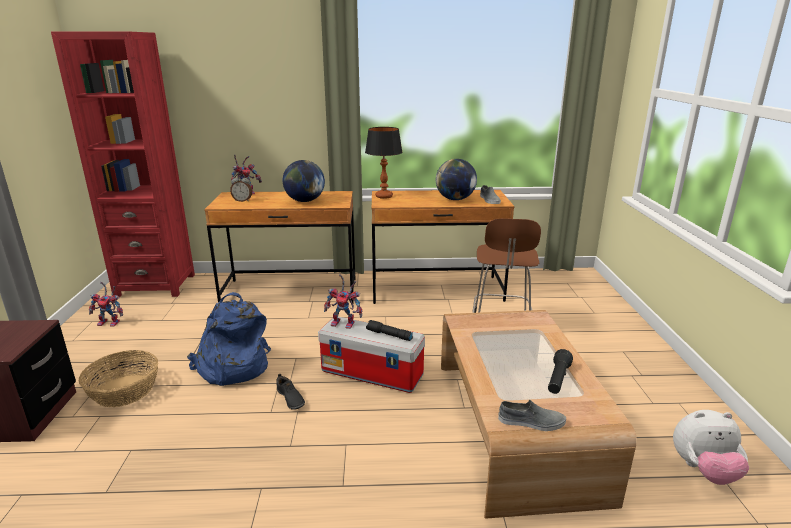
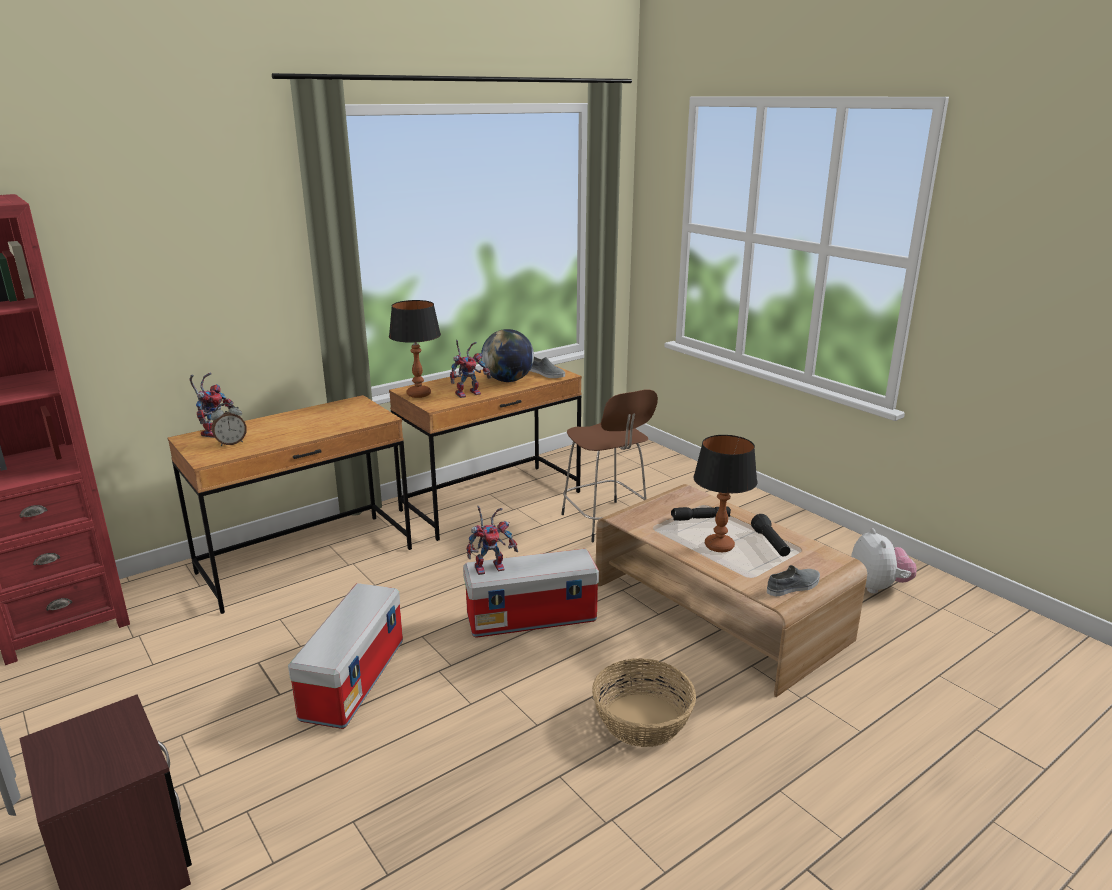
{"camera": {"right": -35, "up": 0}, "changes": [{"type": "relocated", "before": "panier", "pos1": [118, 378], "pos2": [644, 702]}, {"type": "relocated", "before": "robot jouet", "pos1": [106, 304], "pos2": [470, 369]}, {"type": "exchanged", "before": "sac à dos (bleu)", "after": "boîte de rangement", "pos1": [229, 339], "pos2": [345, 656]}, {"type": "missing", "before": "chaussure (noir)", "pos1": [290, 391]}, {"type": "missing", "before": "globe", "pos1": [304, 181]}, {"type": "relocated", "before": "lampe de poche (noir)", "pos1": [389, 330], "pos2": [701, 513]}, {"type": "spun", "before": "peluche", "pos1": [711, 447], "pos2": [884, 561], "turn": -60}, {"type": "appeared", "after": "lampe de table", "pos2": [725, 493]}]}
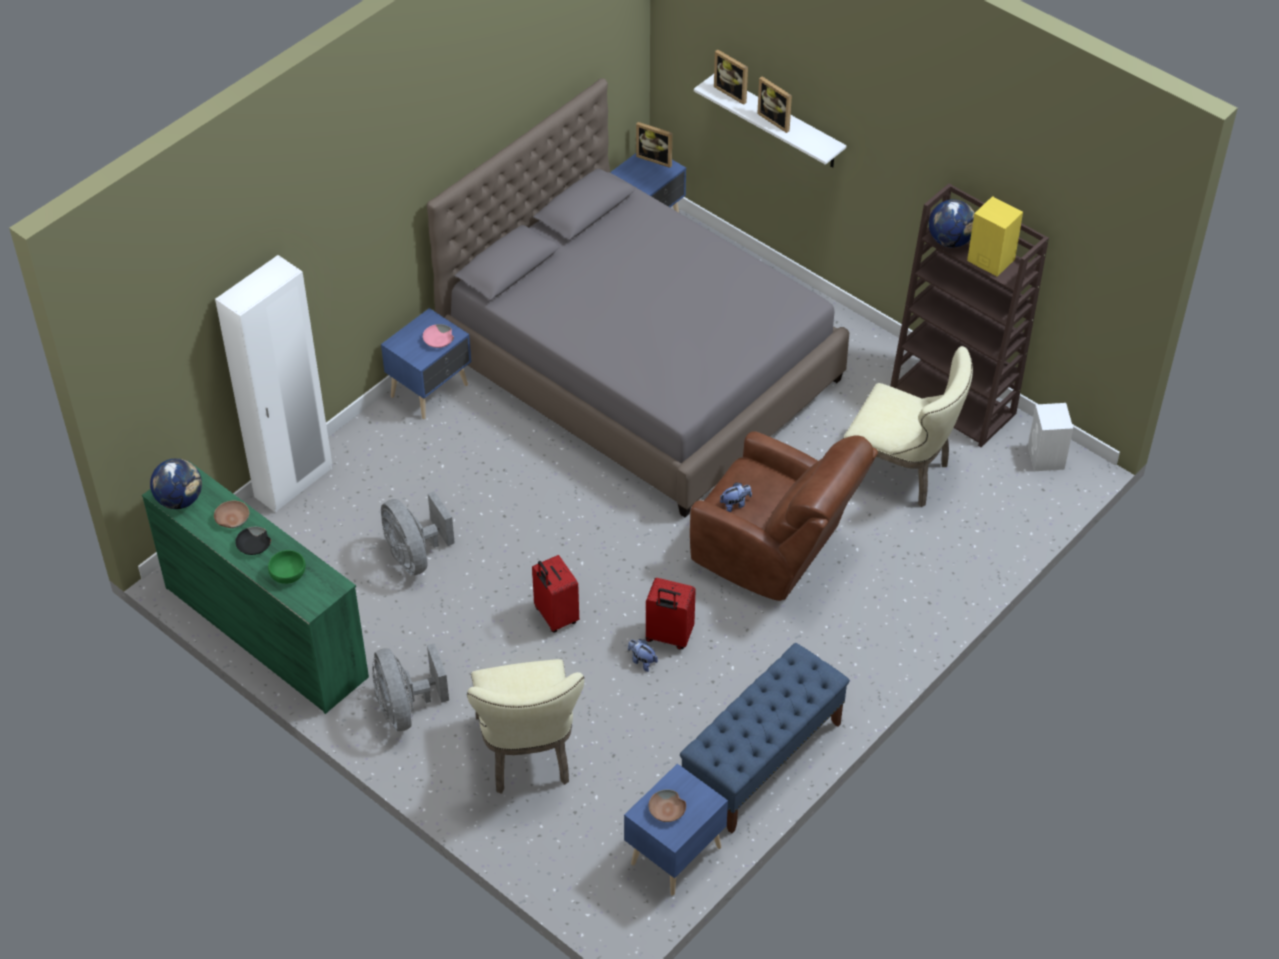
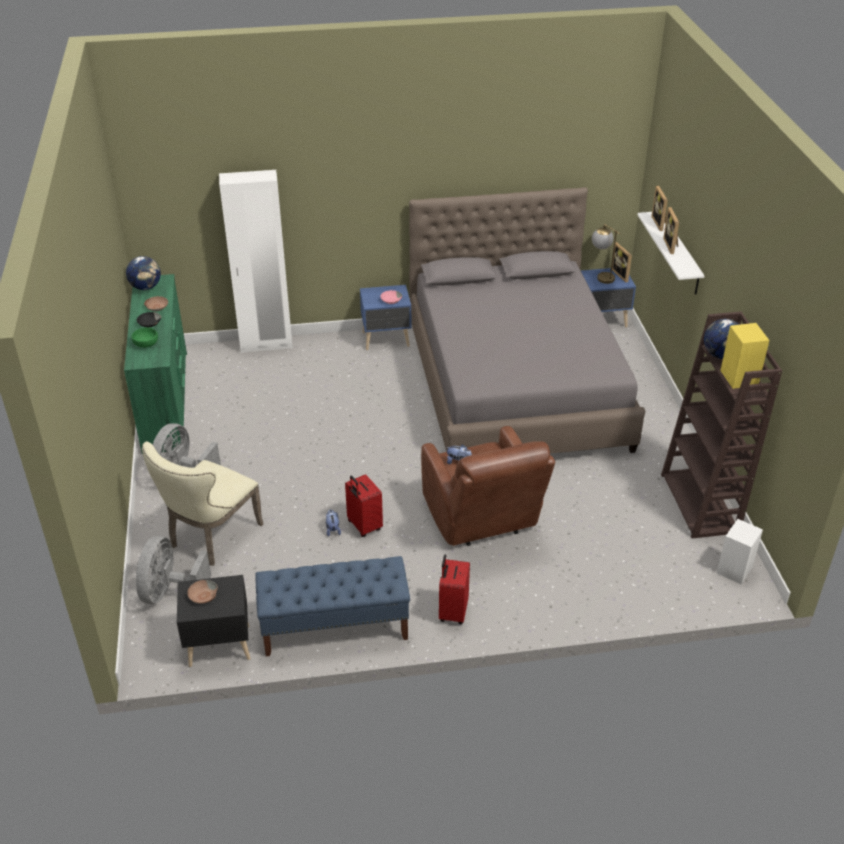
{"camera": {"right": 40, "up": -10}, "changes": [{"type": "relocated", "before": "ventilateur (gris)", "pos1": [418, 533], "pos2": [173, 570]}, {"type": "relocated", "before": "valise (rouge)", "pos1": [555, 594], "pos2": [454, 589]}, {"type": "colour", "before": "table de chevet (bleu)", "after": "table de chevet (noir)", "pos1": [676, 830], "pos2": [214, 621]}, {"type": "missing", "before": "chaise (beige)", "pos1": [908, 426]}, {"type": "appeared", "after": "lampe de table", "pos2": [606, 254]}]}
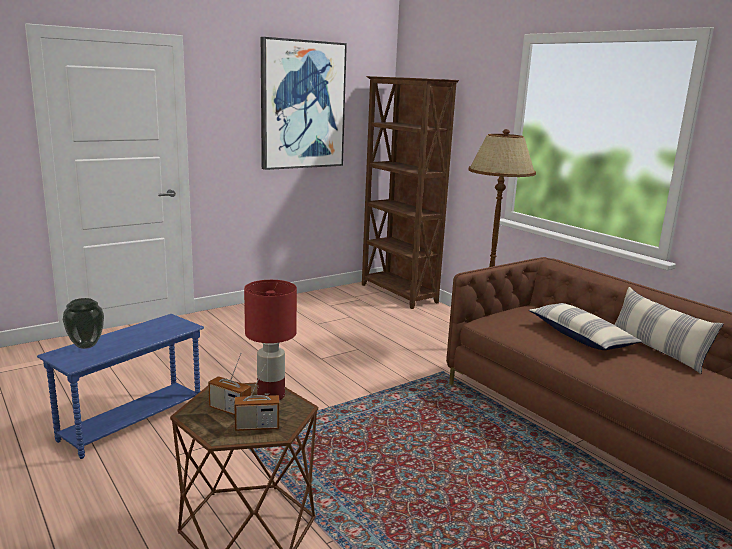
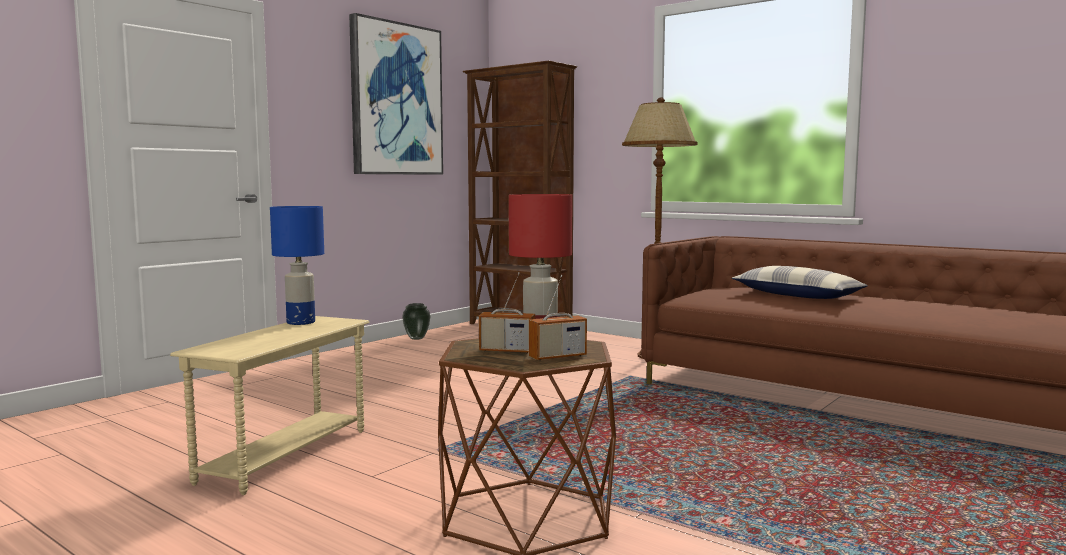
{"camera": {"right": -15, "up": -10}, "changes": [{"type": "colour", "before": "table d'appoint (bleu)", "after": "table d'appoint (beige)", "pos1": [120, 386], "pos2": [270, 405]}, {"type": "relocated", "before": "vase", "pos1": [83, 323], "pos2": [416, 321]}, {"type": "missing", "before": "coussin", "pos1": [669, 330]}, {"type": "appeared", "after": "lampe de table (bleu)", "pos2": [297, 265]}]}
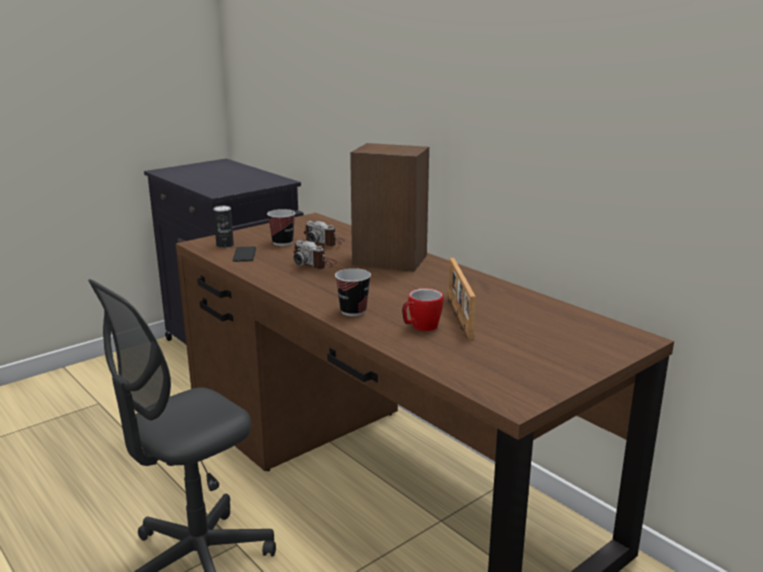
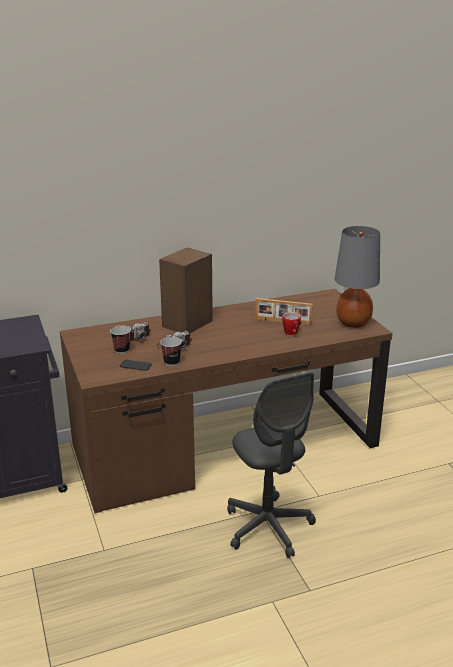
{"camera": {"right": -70, "up": 5}, "changes": [{"type": "missing", "before": "boîte métallique", "pos1": [223, 227]}, {"type": "relocated", "before": "tasse", "pos1": [353, 292], "pos2": [171, 351]}, {"type": "appeared", "after": "lampe de table (gris)", "pos2": [357, 277]}]}
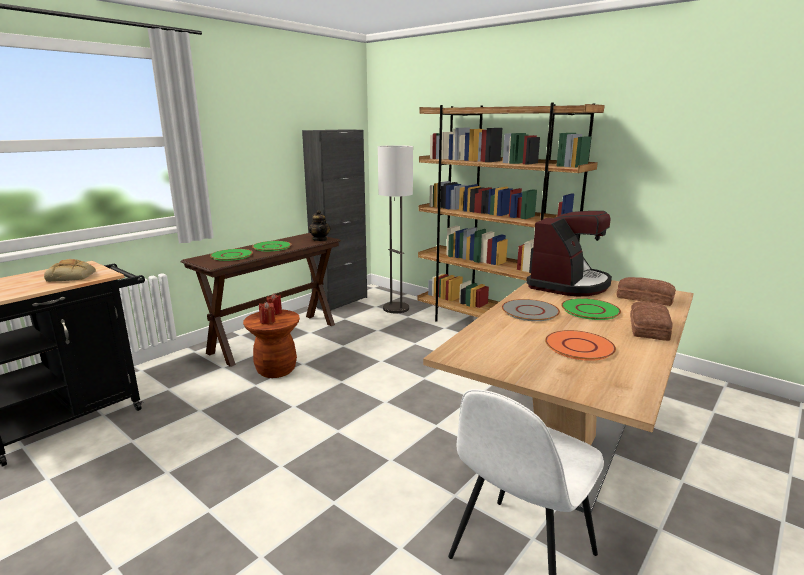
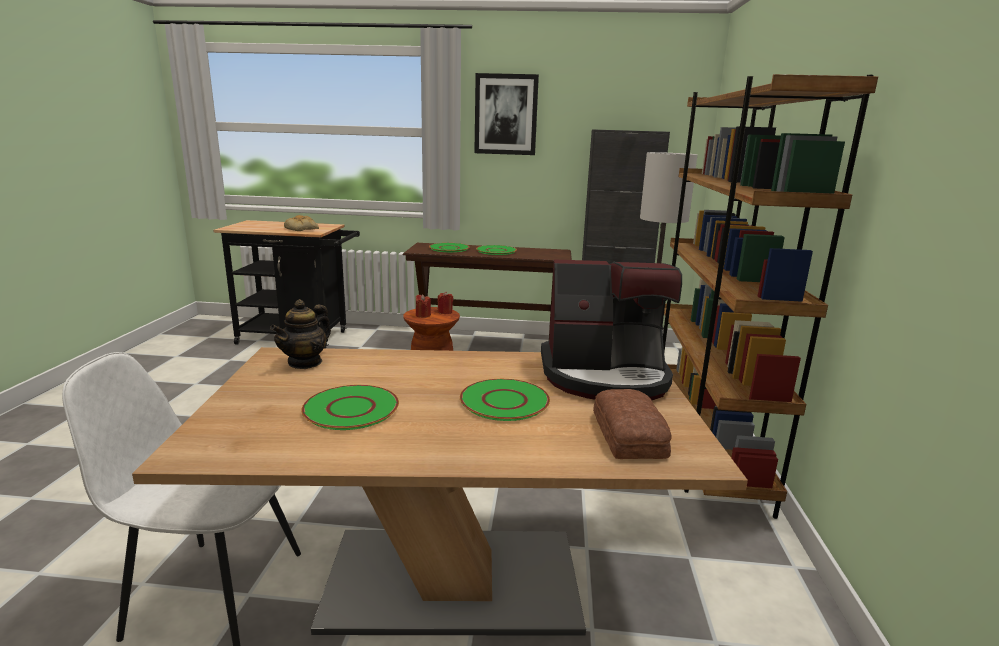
{"camera": {"right": 55, "up": 0}, "changes": [{"type": "relocated", "before": "théière", "pos1": [319, 225], "pos2": [300, 334]}, {"type": "missing", "before": "assiette (gris)", "pos1": [531, 310]}, {"type": "colour", "before": "assiette (orange)", "after": "assiette (vert)", "pos1": [580, 345], "pos2": [350, 407]}, {"type": "missing", "before": "pain", "pos1": [651, 321]}, {"type": "appeared", "after": "tableau", "pos2": [506, 114]}]}
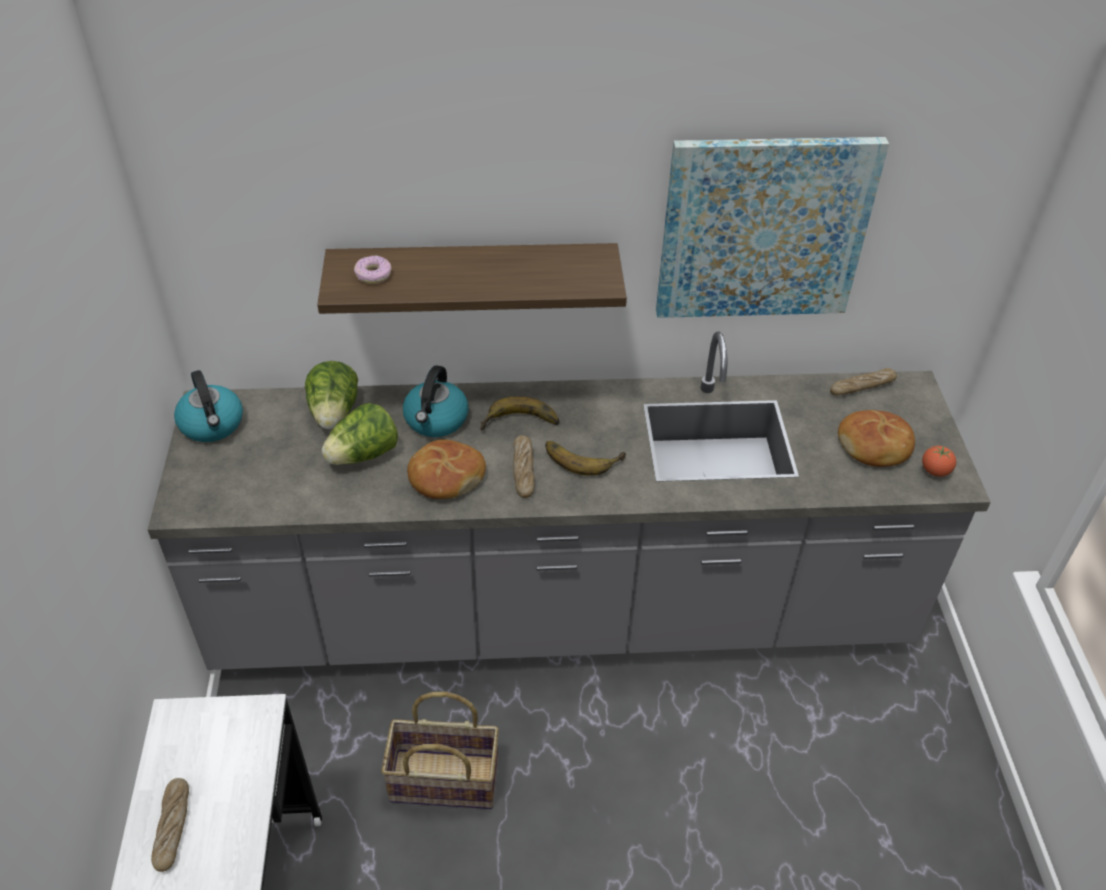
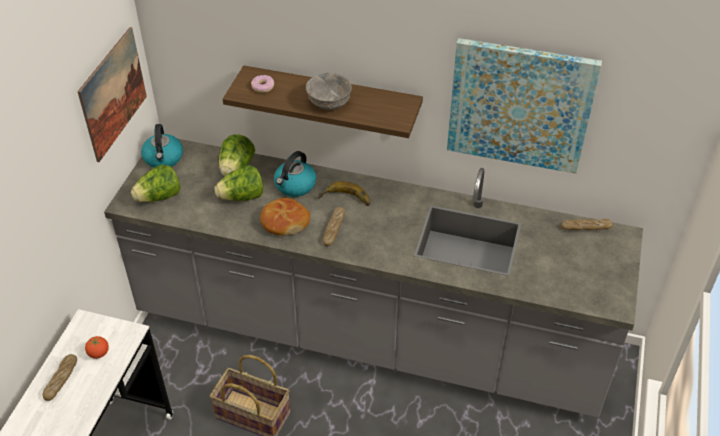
{"camera": {"right": 20, "up": 0}, "changes": [{"type": "missing", "before": "banane", "pos1": [585, 458]}, {"type": "missing", "before": "pain", "pos1": [876, 438]}, {"type": "relocated", "before": "tomate", "pos1": [939, 461], "pos2": [97, 347]}, {"type": "appeared", "after": "tableau", "pos2": [112, 94]}, {"type": "appeared", "after": "laitue", "pos2": [156, 183]}, {"type": "appeared", "after": "bol (gris)", "pos2": [329, 91]}]}
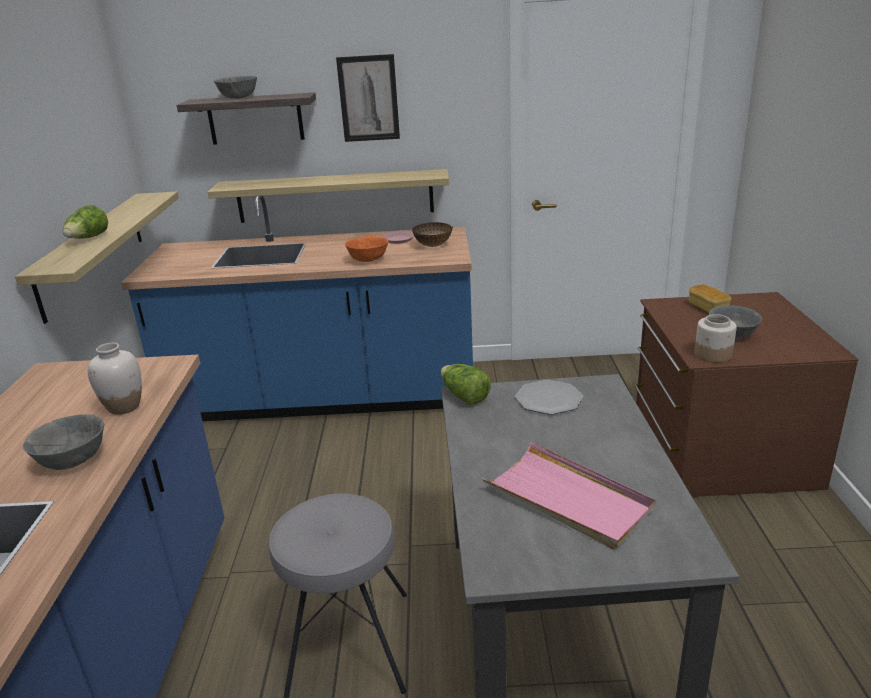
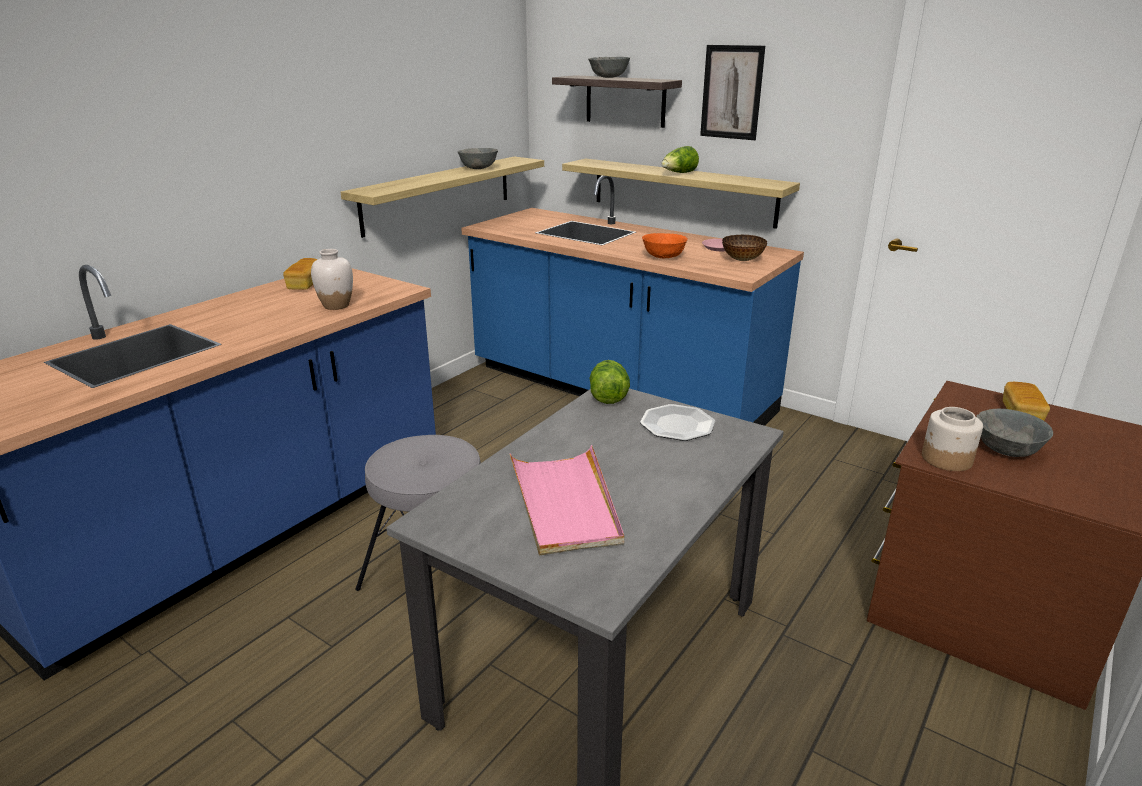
{"camera": {"right": 35, "up": 0}, "changes": [{"type": "relocated", "before": "bol (gris)", "pos1": [63, 442], "pos2": [477, 158]}, {"type": "relocated", "before": "laitue", "pos1": [85, 222], "pos2": [680, 159]}, {"type": "appeared", "after": "pain", "pos2": [300, 274]}]}
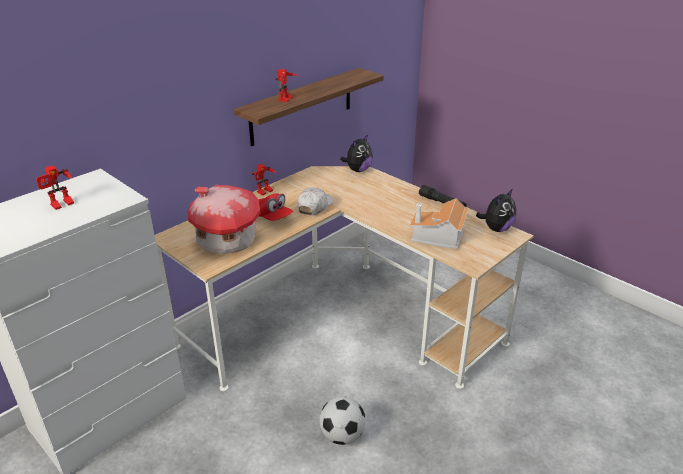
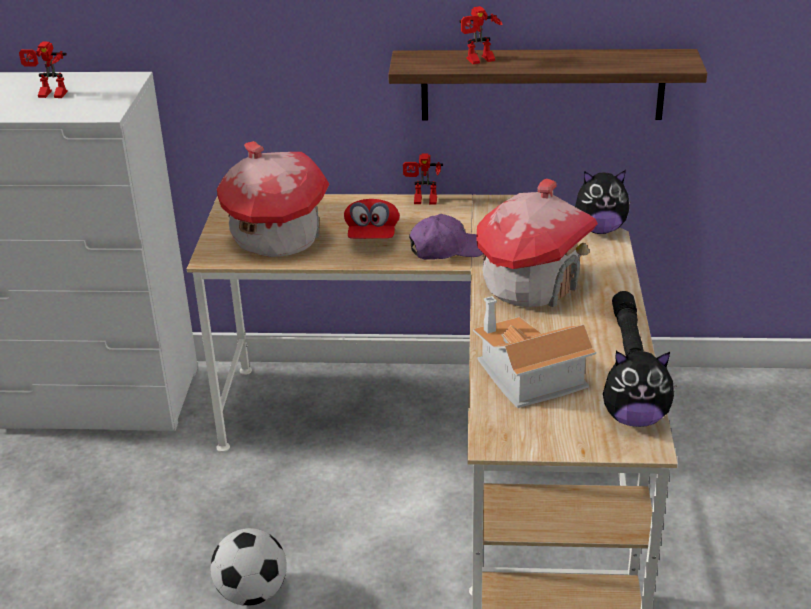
{"camera": {"right": 50, "up": 0}, "changes": [{"type": "colour", "before": "casquette (blanc)", "after": "casquette (violet)", "pos1": [315, 201], "pos2": [446, 237]}, {"type": "appeared", "after": "maison miniature", "pos2": [537, 243]}]}
